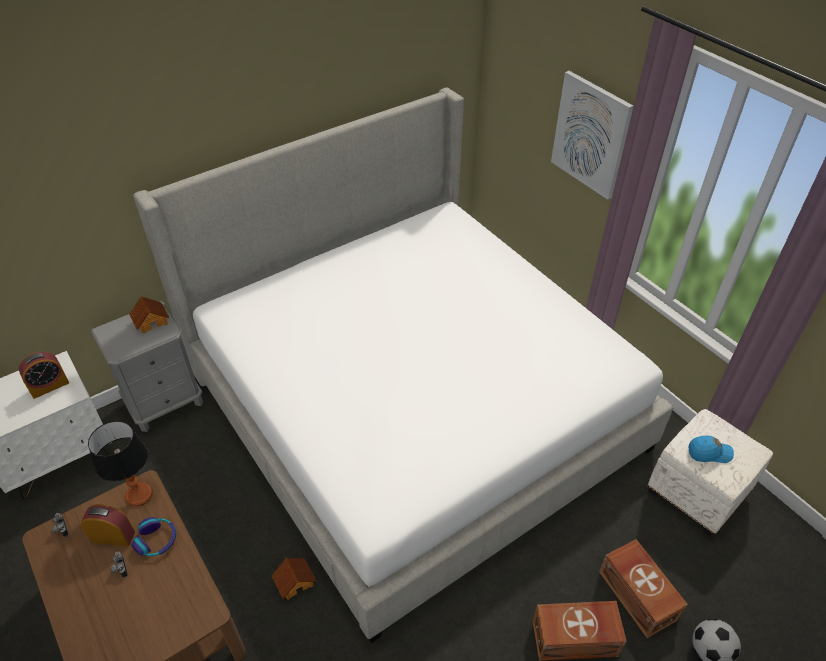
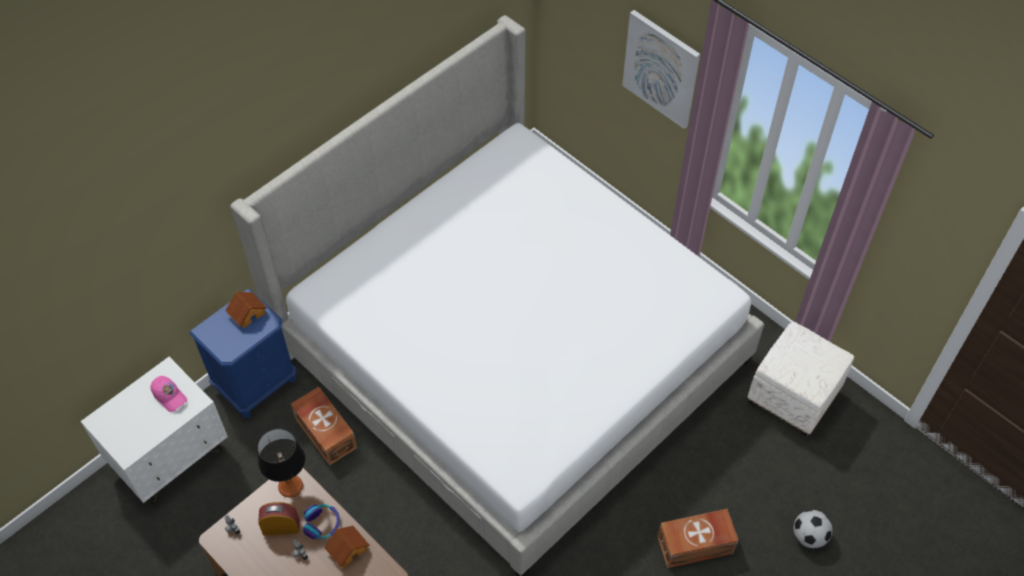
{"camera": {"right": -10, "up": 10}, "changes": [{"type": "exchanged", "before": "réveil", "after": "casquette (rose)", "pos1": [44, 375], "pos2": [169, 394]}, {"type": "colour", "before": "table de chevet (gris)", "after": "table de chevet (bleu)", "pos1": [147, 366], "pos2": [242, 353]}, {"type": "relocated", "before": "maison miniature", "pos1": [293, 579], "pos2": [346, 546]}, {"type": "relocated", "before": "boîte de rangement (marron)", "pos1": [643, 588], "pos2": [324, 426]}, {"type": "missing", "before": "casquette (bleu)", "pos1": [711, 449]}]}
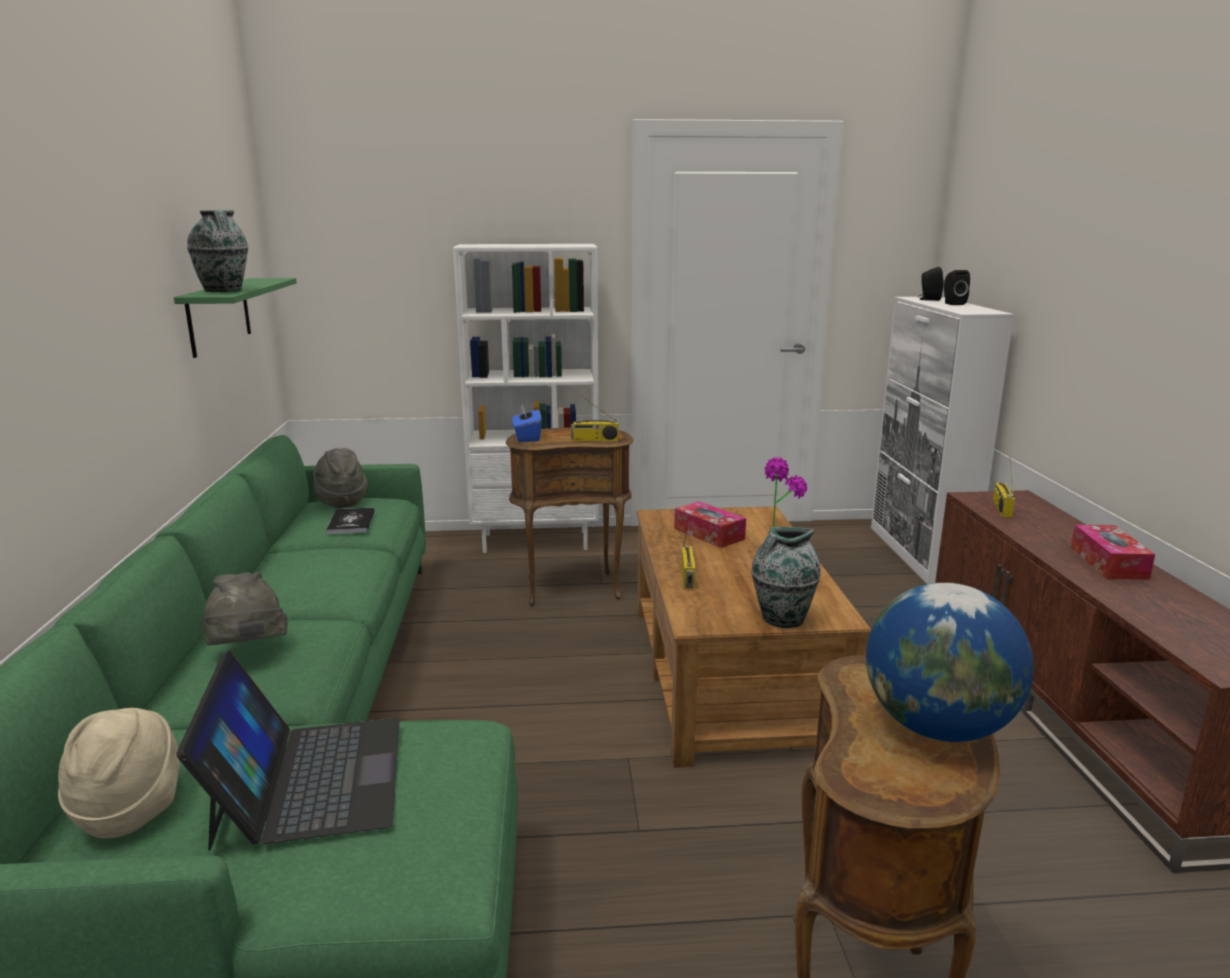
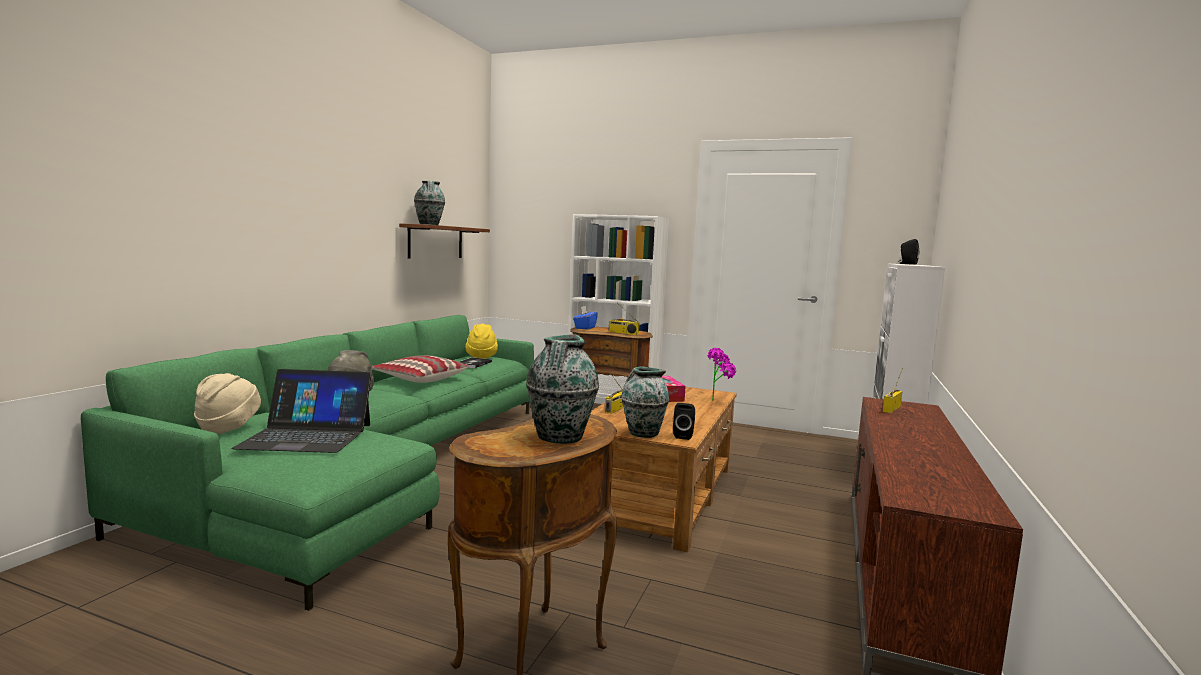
{"camera": {"right": 25, "up": -10}, "changes": [{"type": "colour", "before": "étagère (vert)", "after": "étagère (marron)", "pos1": [235, 318], "pos2": [444, 240]}, {"type": "spun", "before": "ordinateur portable", "pos1": [288, 750], "pos2": [301, 411], "turn": 75}, {"type": "colour", "before": "chapeau (gris)", "after": "chapeau (jaune)", "pos1": [340, 478], "pos2": [482, 341]}, {"type": "exchanged", "before": "globe", "after": "vase", "pos1": [950, 662], "pos2": [562, 389]}, {"type": "relocated", "before": "enceinte (noir)", "pos1": [957, 287], "pos2": [684, 421]}, {"type": "missing", "before": "boîte à mouchoirs", "pos1": [1113, 552]}, {"type": "appeared", "after": "coussin", "pos2": [420, 369]}]}
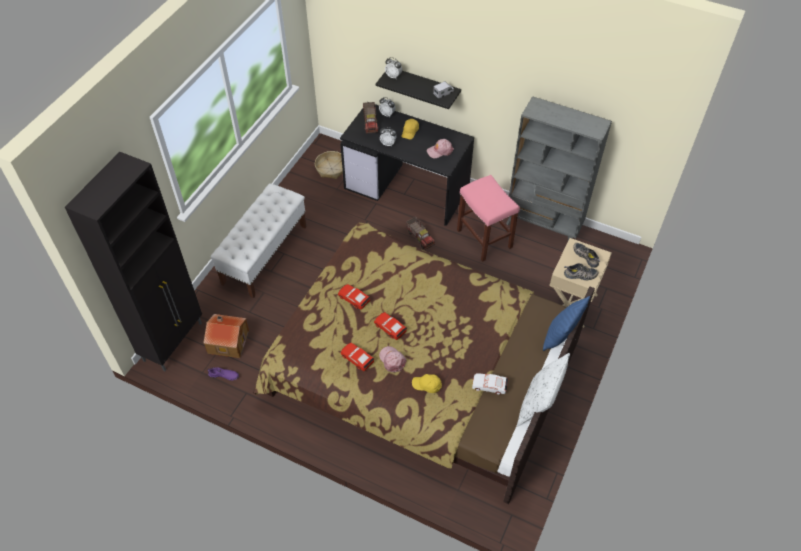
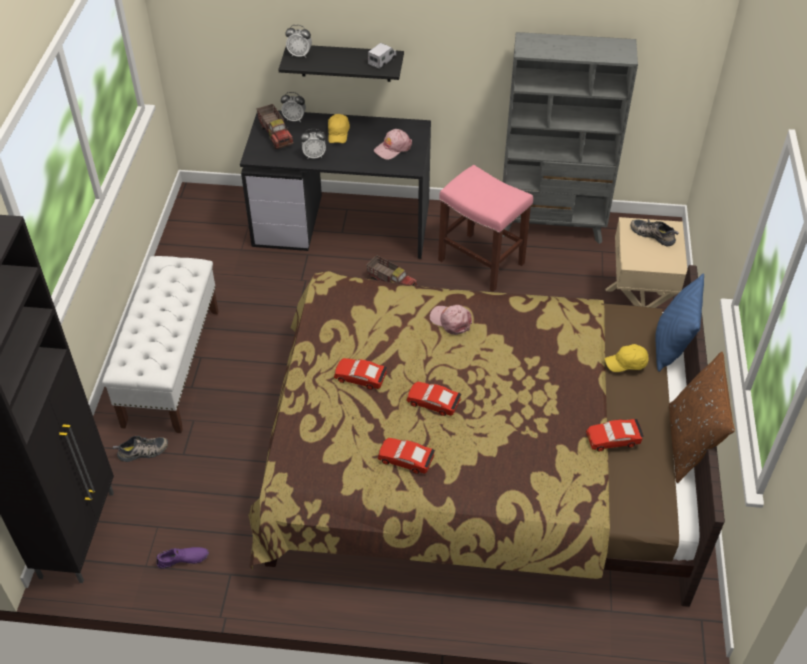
{"camera": {"right": -20, "up": -5}, "changes": [{"type": "missing", "before": "maison miniature", "pos1": [226, 336]}, {"type": "missing", "before": "panier", "pos1": [329, 165]}, {"type": "relocated", "before": "casquette (rose)", "pos1": [393, 359], "pos2": [451, 320]}, {"type": "relocated", "before": "casquette (jaune)", "pos1": [427, 383], "pos2": [627, 358]}, {"type": "colour", "before": "petite voiture (blanc)", "after": "petite voiture (rouge)", "pos1": [490, 384], "pos2": [615, 435]}, {"type": "colour", "before": "coussin (blanc)", "after": "coussin (marron)", "pos1": [543, 389], "pos2": [702, 417]}, {"type": "relocated", "before": "chaussure", "pos1": [581, 271], "pos2": [140, 449]}]}
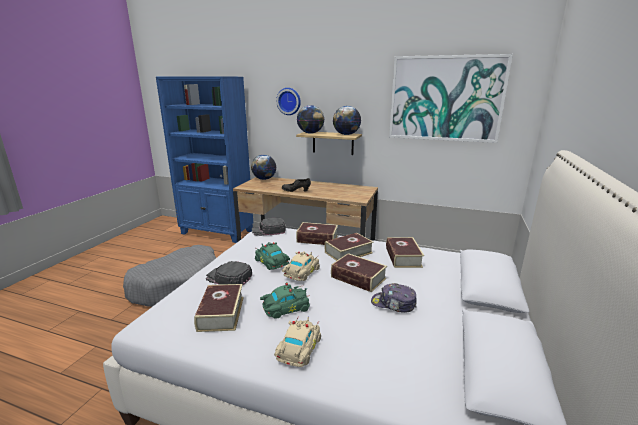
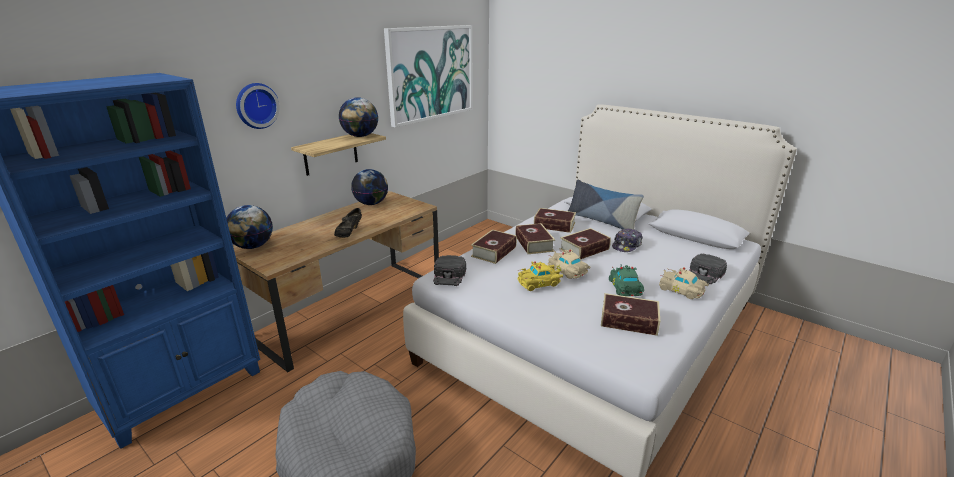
{"camera": {"right": -70, "up": 5}, "changes": [{"type": "relocated", "before": "casquette (noir)", "pos1": [229, 273], "pos2": [708, 269]}, {"type": "colour", "before": "petite voiture (vert)", "after": "petite voiture (jaune)", "pos1": [272, 256], "pos2": [540, 276]}, {"type": "relocated", "before": "globe", "pos1": [310, 119], "pos2": [369, 187]}, {"type": "appeared", "after": "coussin", "pos2": [606, 205]}]}
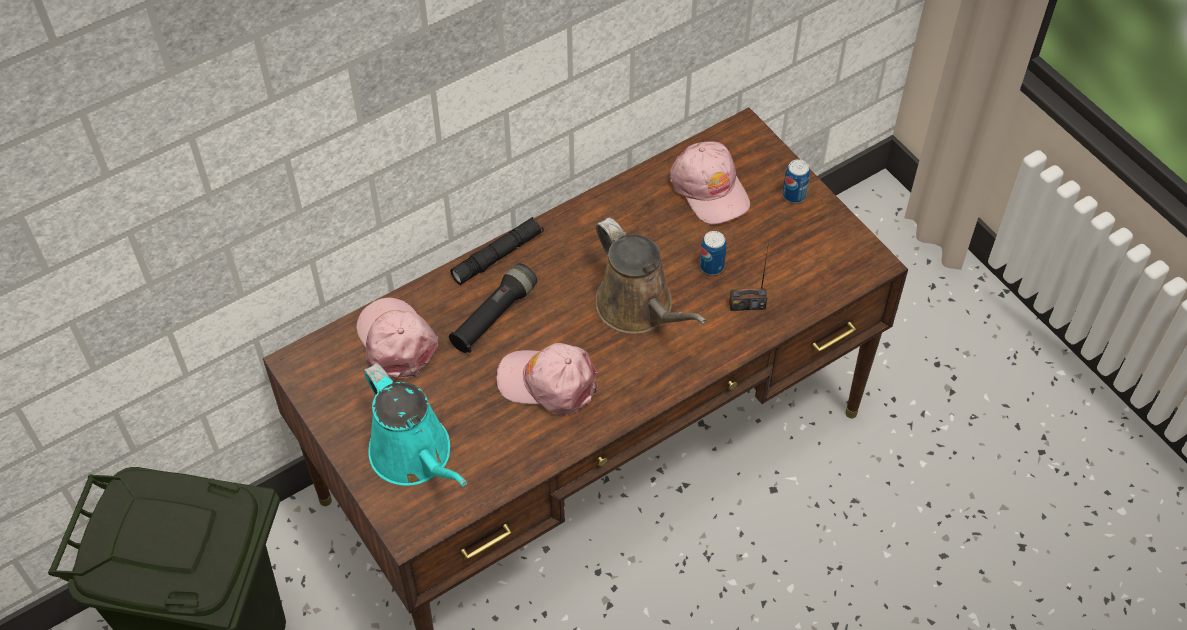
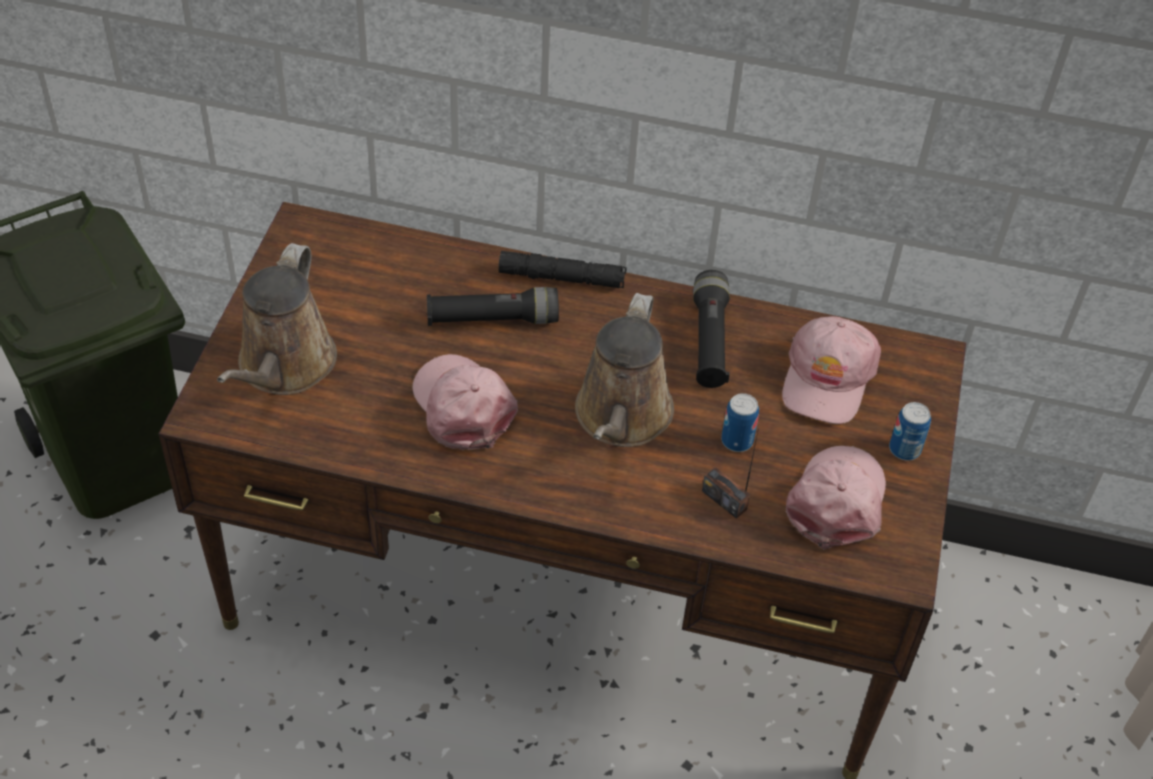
{"camera": {"right": 45, "up": -5}, "changes": [{"type": "relocated", "before": "casquette (rose)", "pos1": [397, 338], "pos2": [835, 497]}, {"type": "colour", "before": "arrosoir (turquoise)", "after": "arrosoir (marron)", "pos1": [415, 425], "pos2": [277, 319]}, {"type": "appeared", "after": "lampe de poche (noir)", "pos2": [711, 329]}]}
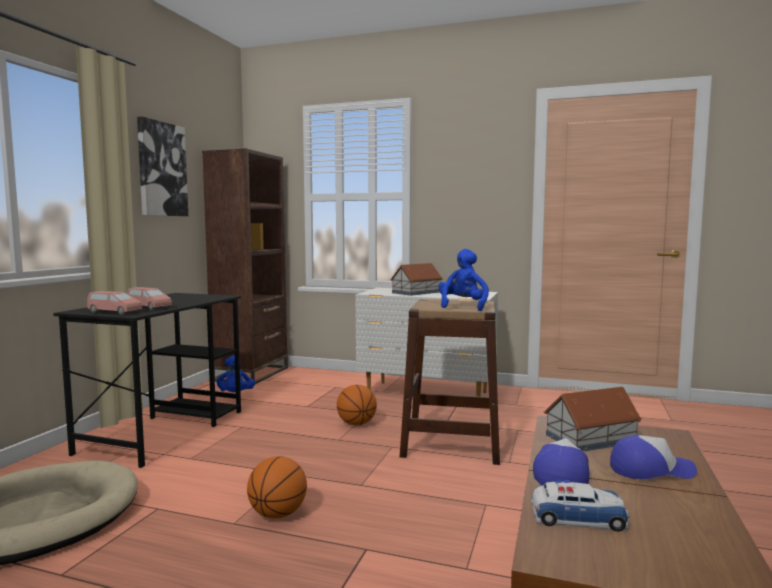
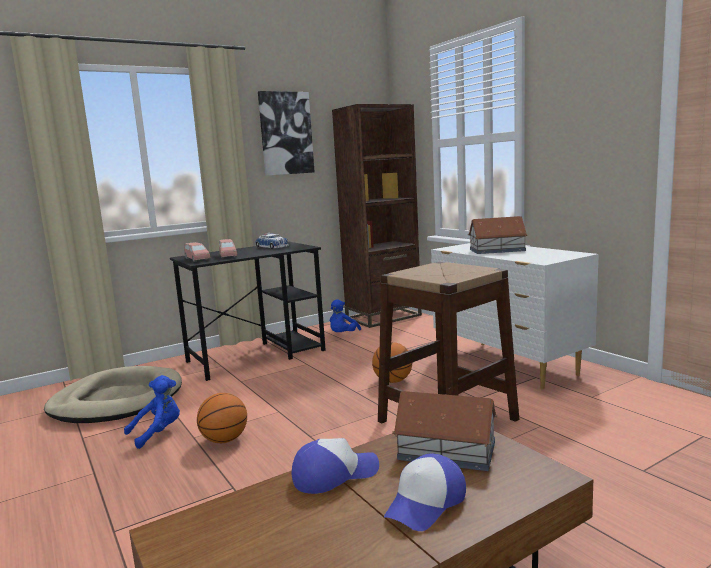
{"camera": {"right": 40, "up": 5}, "changes": [{"type": "relocated", "before": "peluche (bleu)", "pos1": [463, 280], "pos2": [152, 412]}, {"type": "relocated", "before": "petite voiture", "pos1": [580, 506], "pos2": [272, 241]}, {"type": "spun", "before": "casquette", "pos1": [653, 457], "pos2": [425, 492], "turn": 90}]}
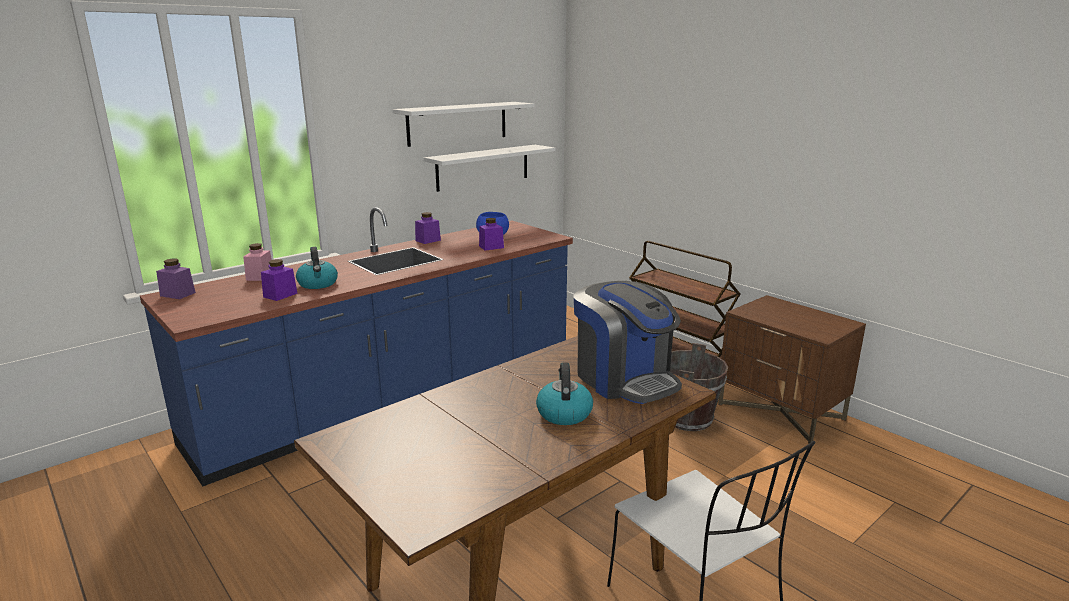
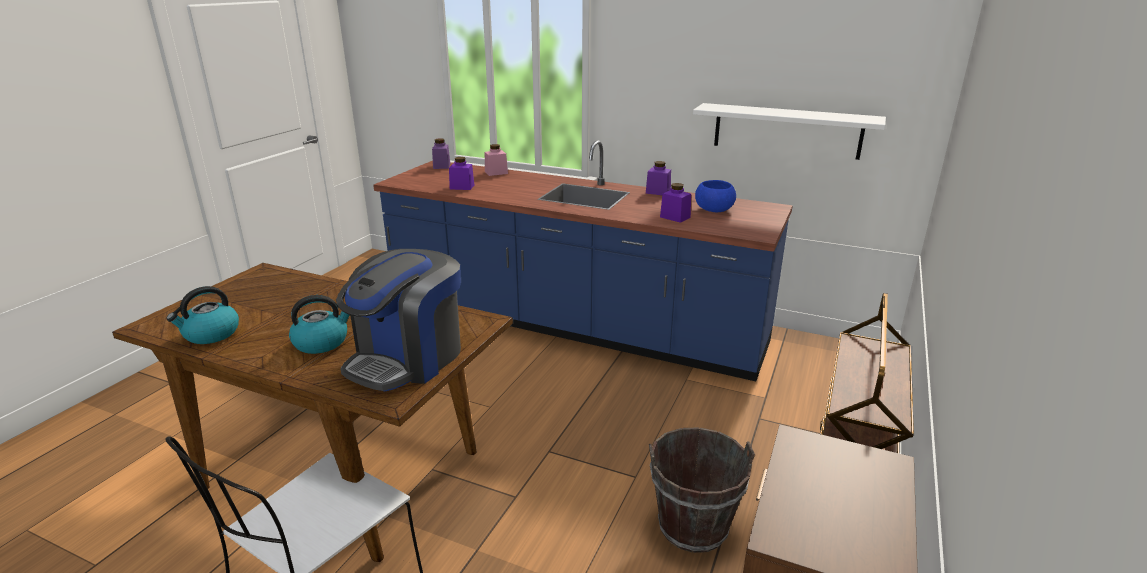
{"camera": {"right": 65, "up": 5}, "changes": [{"type": "relocated", "before": "bouilloire", "pos1": [317, 268], "pos2": [202, 315]}, {"type": "missing", "before": "étagère (blanc)", "pos1": [463, 124]}]}
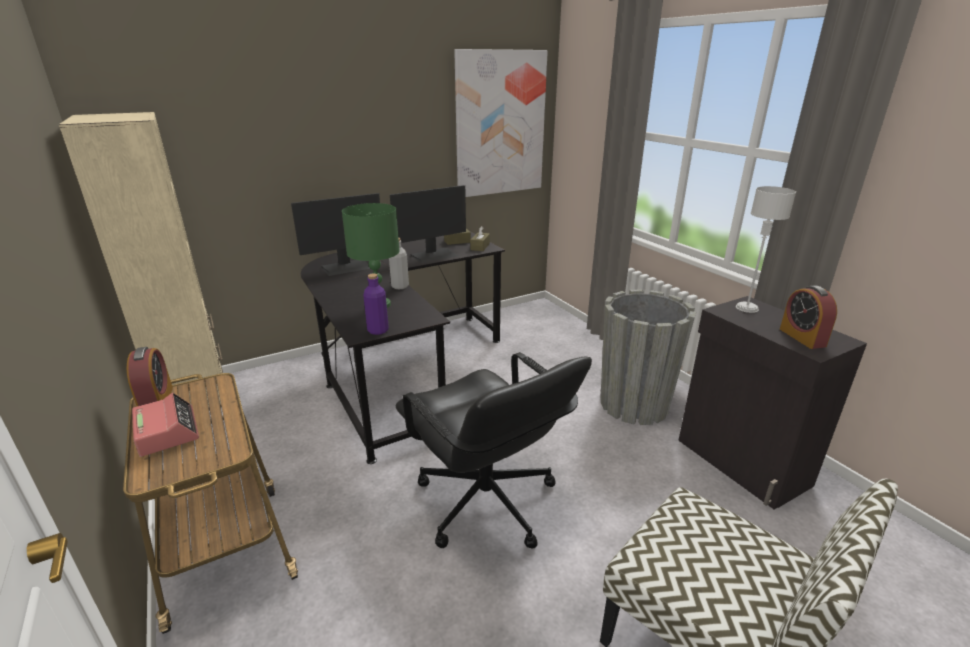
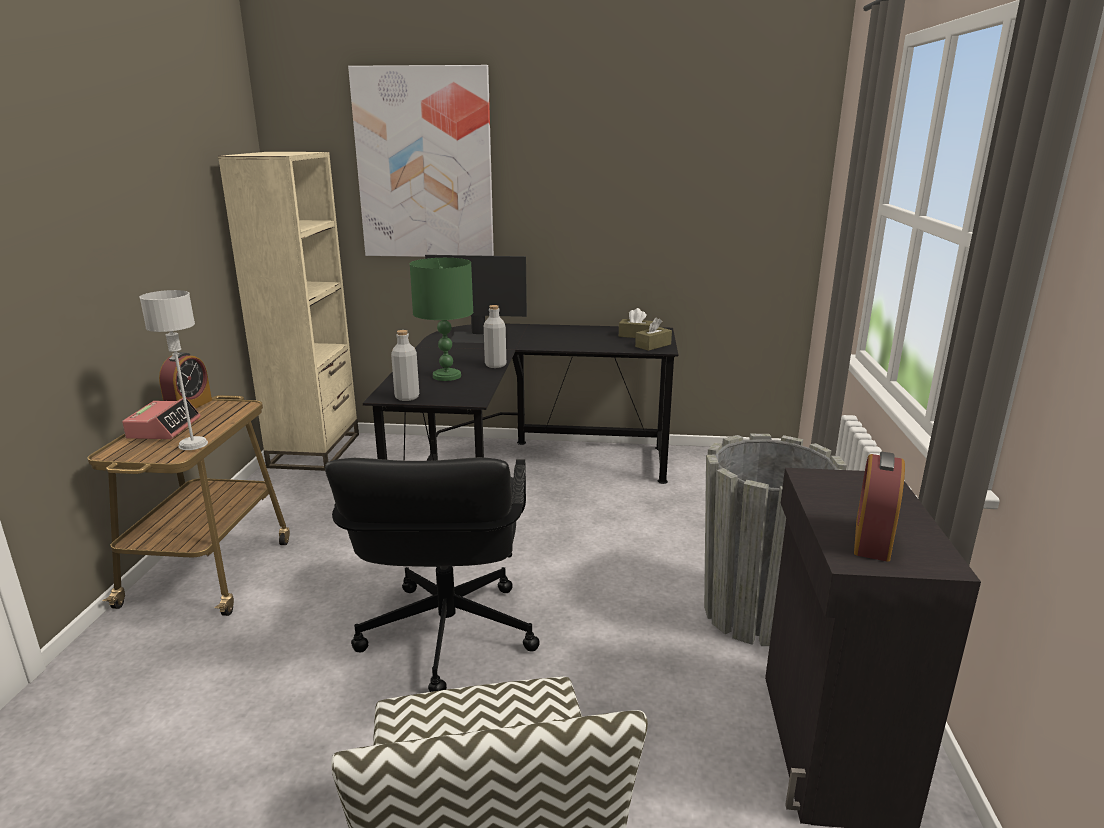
{"camera": {"right": 35, "up": -5}, "changes": [{"type": "colour", "before": "bouteille (violet)", "after": "bouteille (gris)", "pos1": [376, 304], "pos2": [405, 365]}, {"type": "missing", "before": "écran d'ordinateur", "pos1": [428, 224]}, {"type": "relocated", "before": "tableau", "pos1": [501, 123], "pos2": [421, 161]}, {"type": "relocated", "before": "lampe de table (gris)", "pos1": [766, 249], "pos2": [173, 370]}]}
